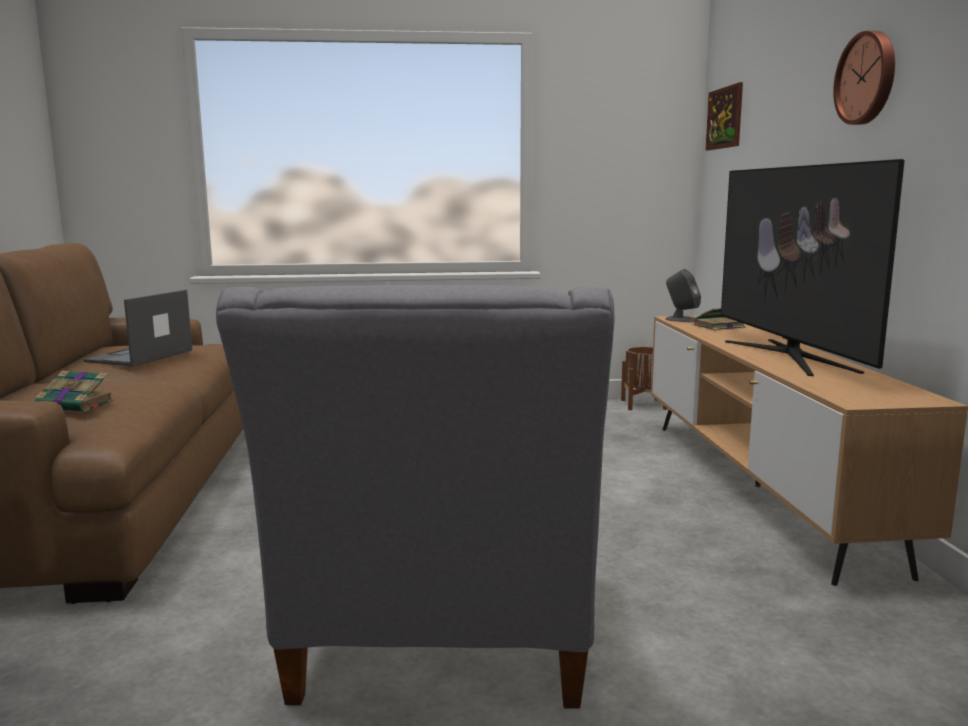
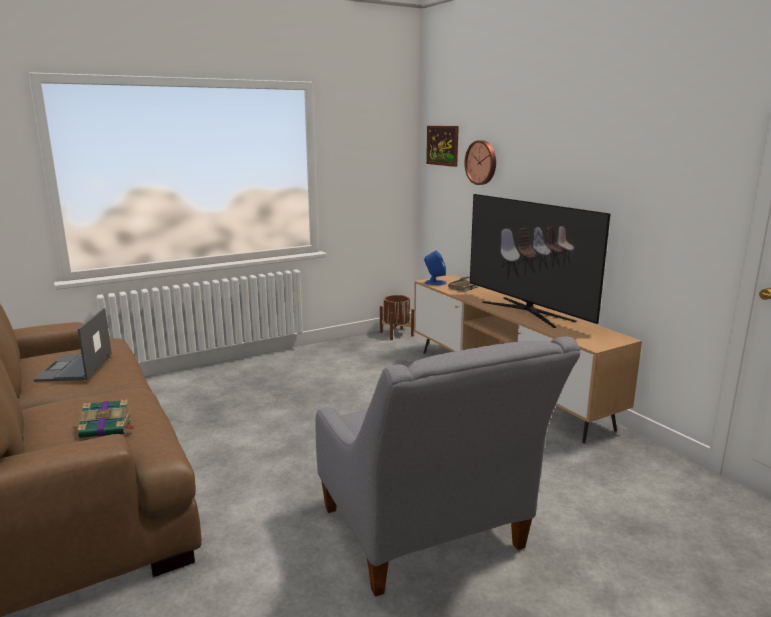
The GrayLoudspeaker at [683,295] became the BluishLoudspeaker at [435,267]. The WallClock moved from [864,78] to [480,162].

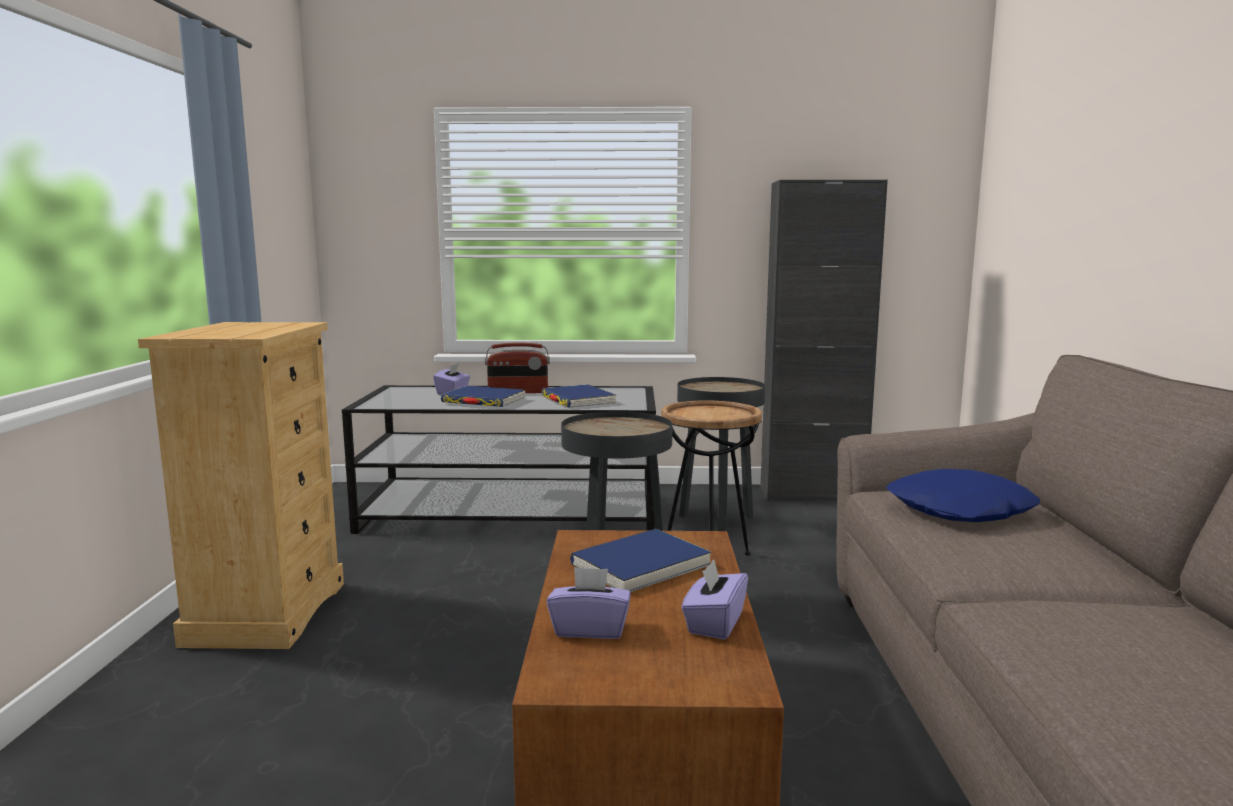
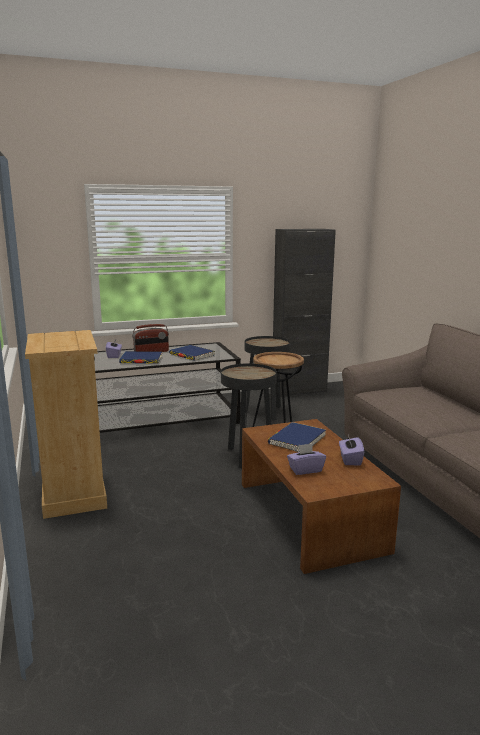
The BluishThrowPillow at [963,495] disappeared.

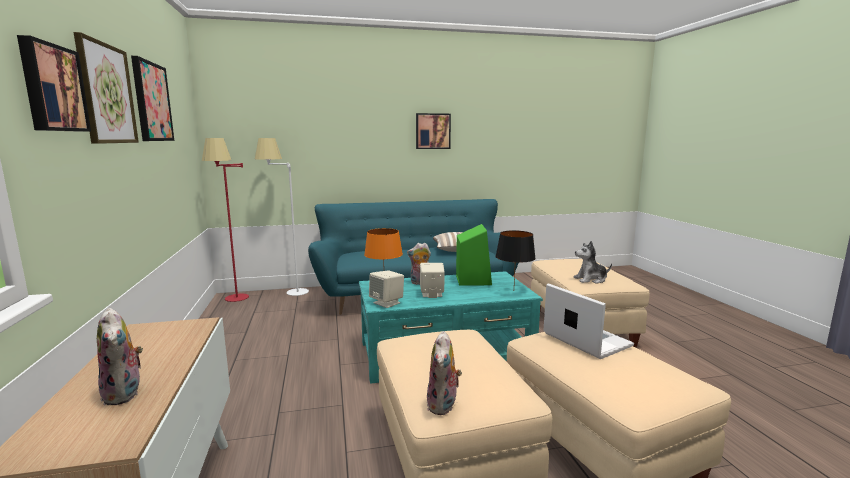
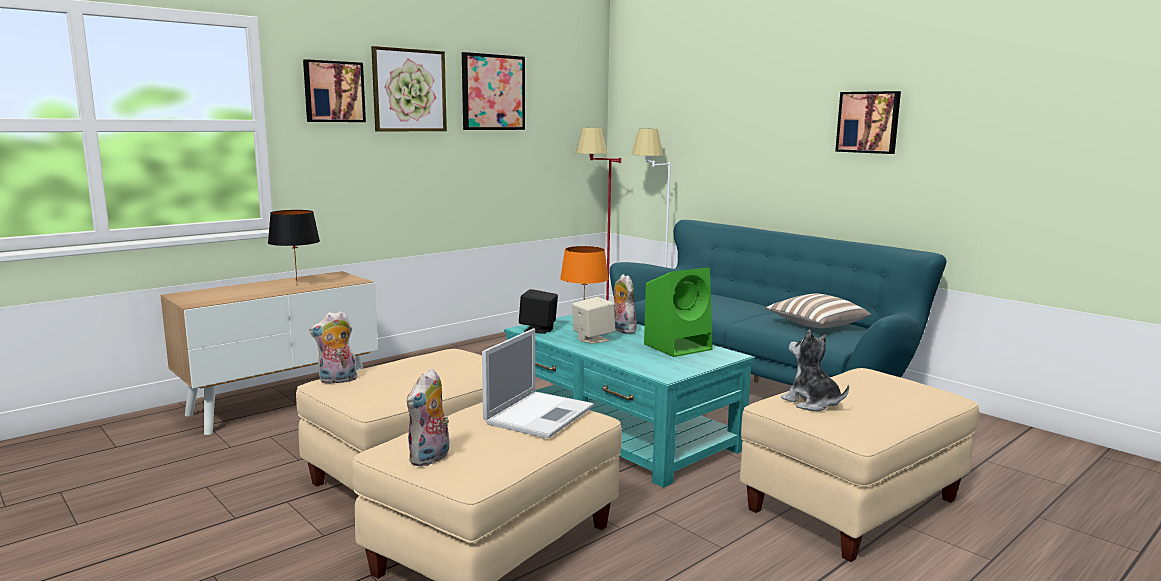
The BlackishTabletopLamp moved from [515,256] to [294,245]. The CuddlyToy moved from [120,356] to [428,417]. The SandColouredLoudspeaker at [386,289] became the BlackishLoudspeaker at [538,311].

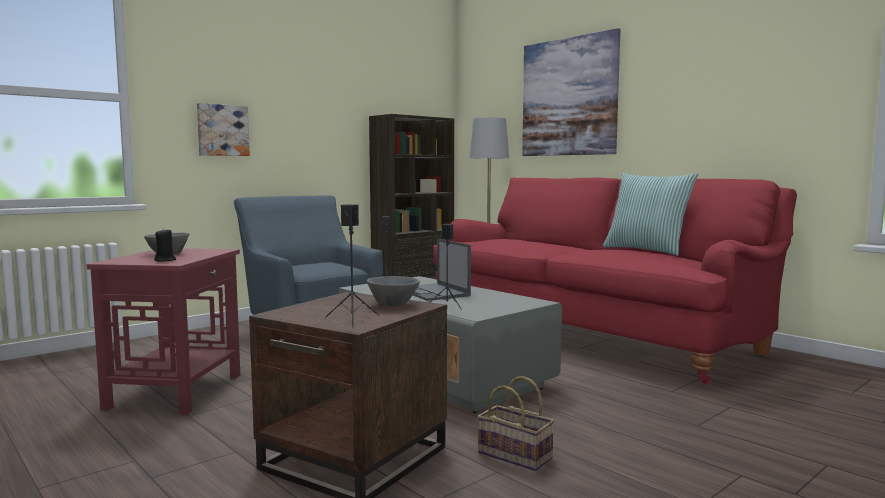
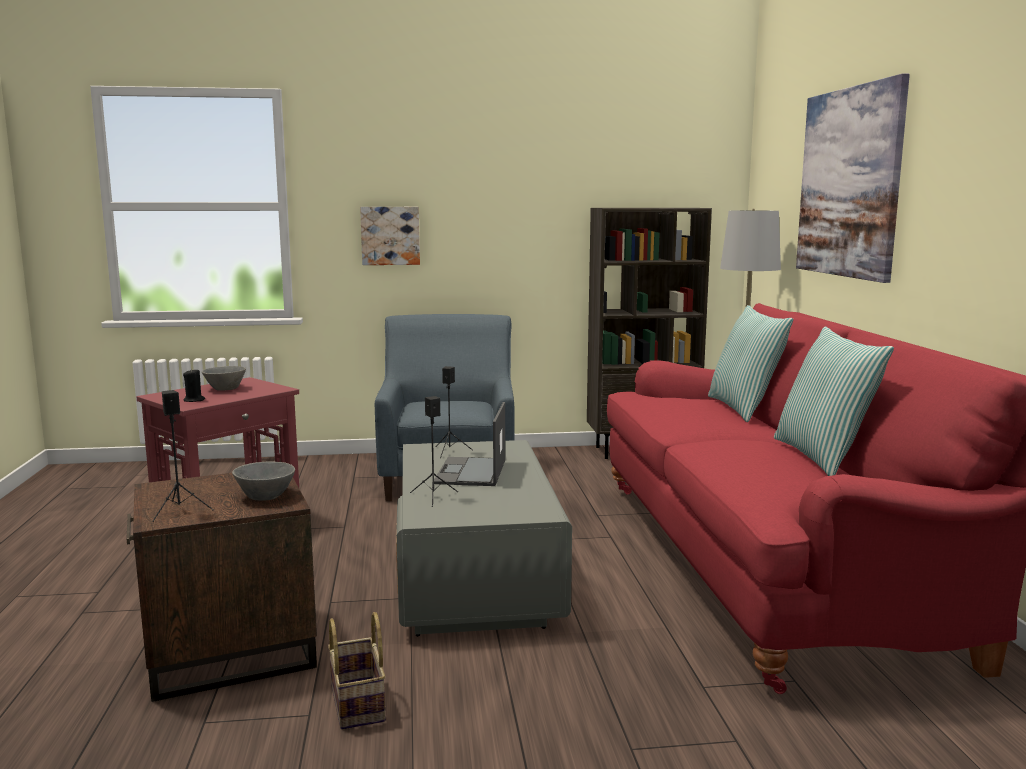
The ThrowPillow at [750,363] appeared.

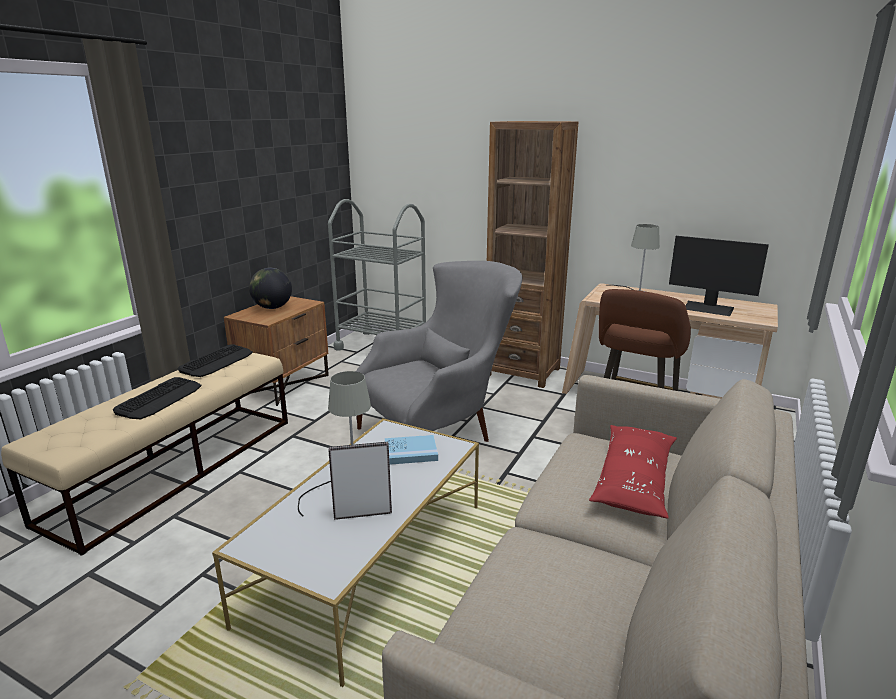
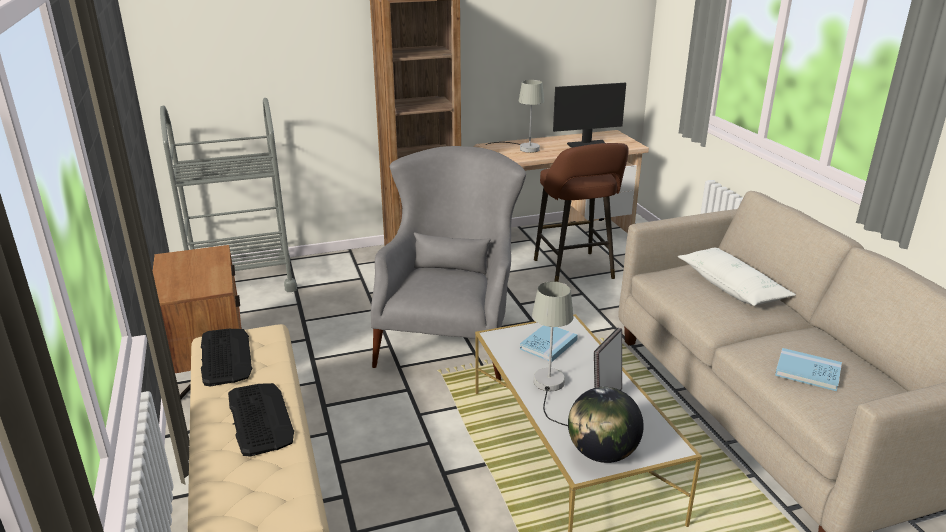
The WorldGlobe moved from [270,288] to [606,425]. The RedColouredThrowPillow at [633,472] became the WhiteColouredThrowPillow at [736,277]. The BluishBook at [808,369] appeared.

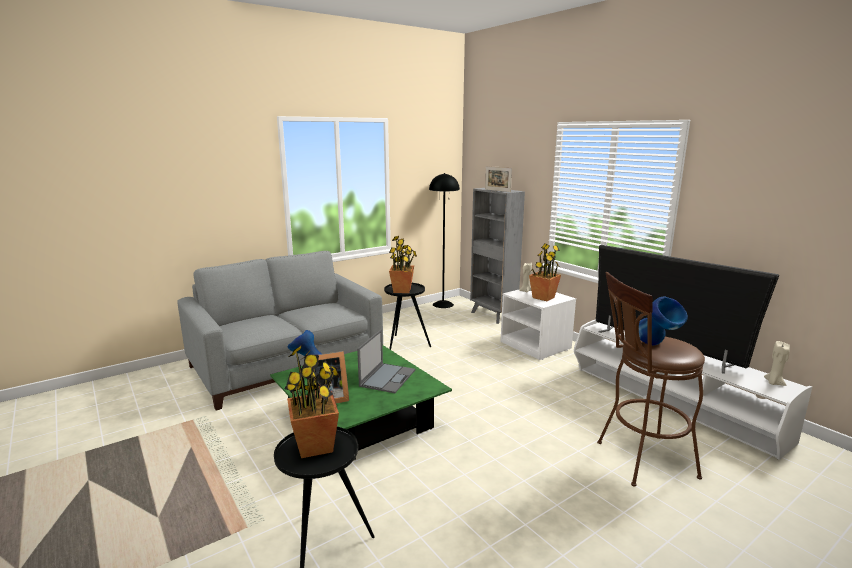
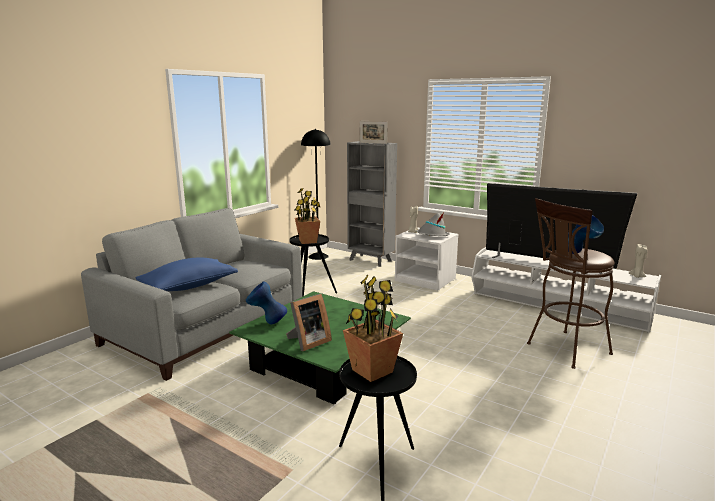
The BluishThrowPillow at [187,274] appeared. The PottedPlant at [545,272] was replaced by the GrayClothingHat at [433,224]. The PortableComputer at [386,361] disappeared.

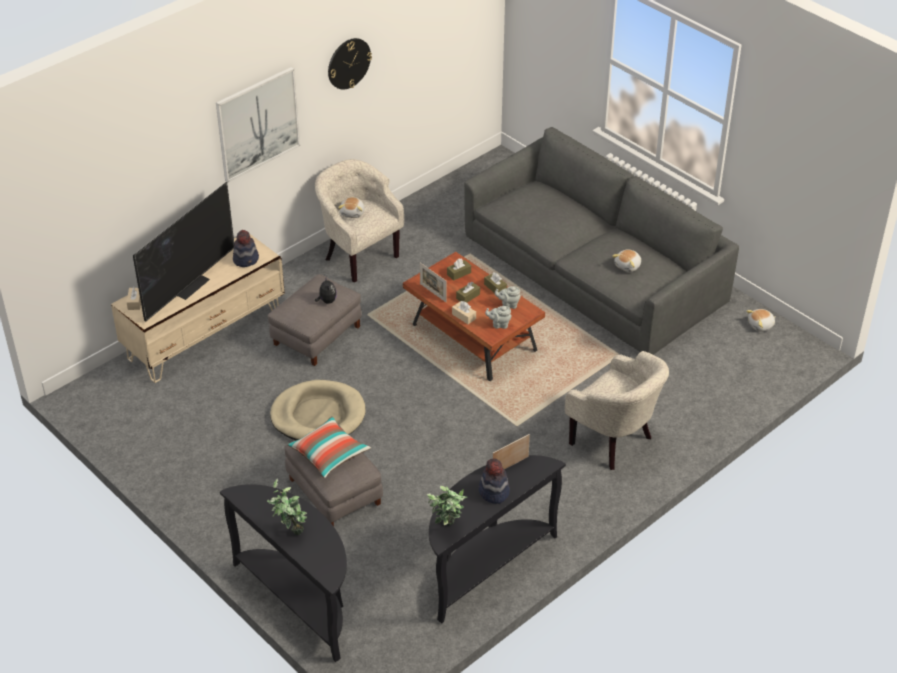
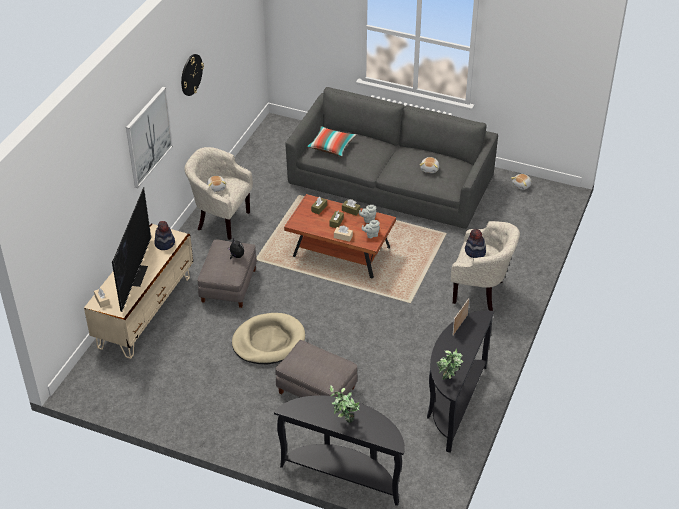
The ThrowPillow moved from [329,447] to [331,141]. The ClothingHat moved from [494,481] to [475,243]. The StandingFrame at [433,282] disappeared.

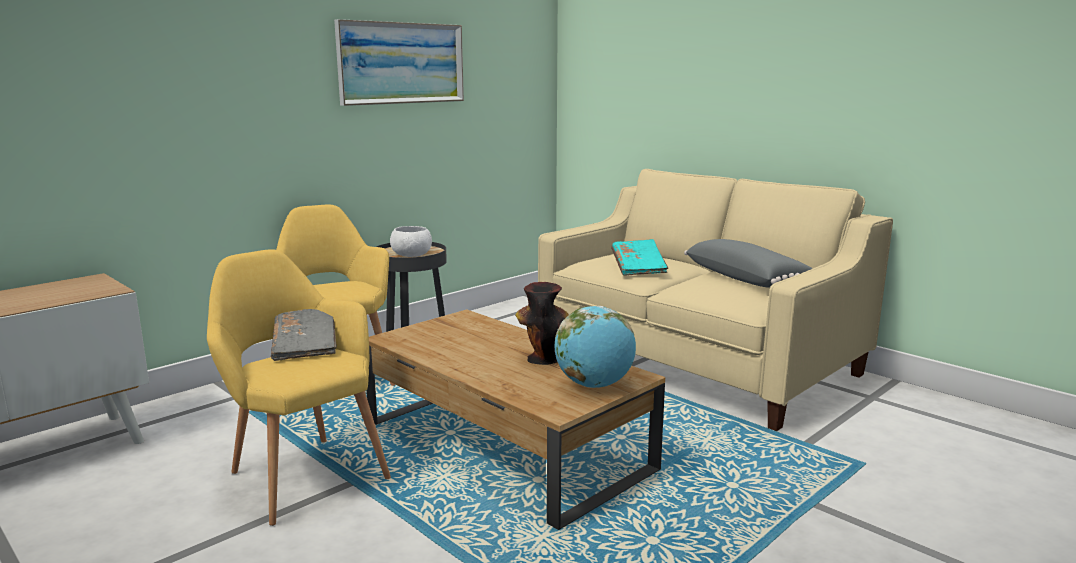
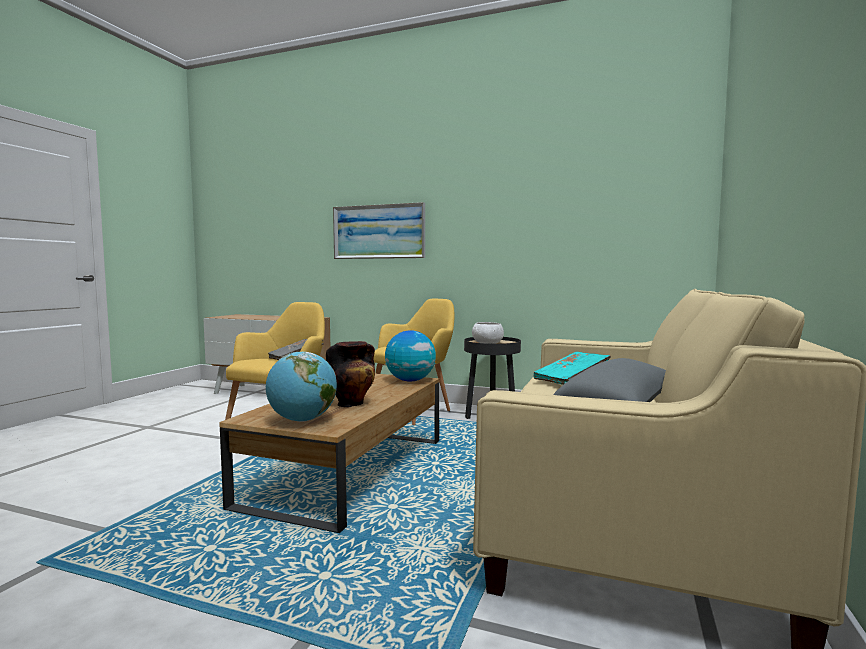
The Picture moved from [399,62] to [379,230]. The WorldGlobe at [410,356] appeared.

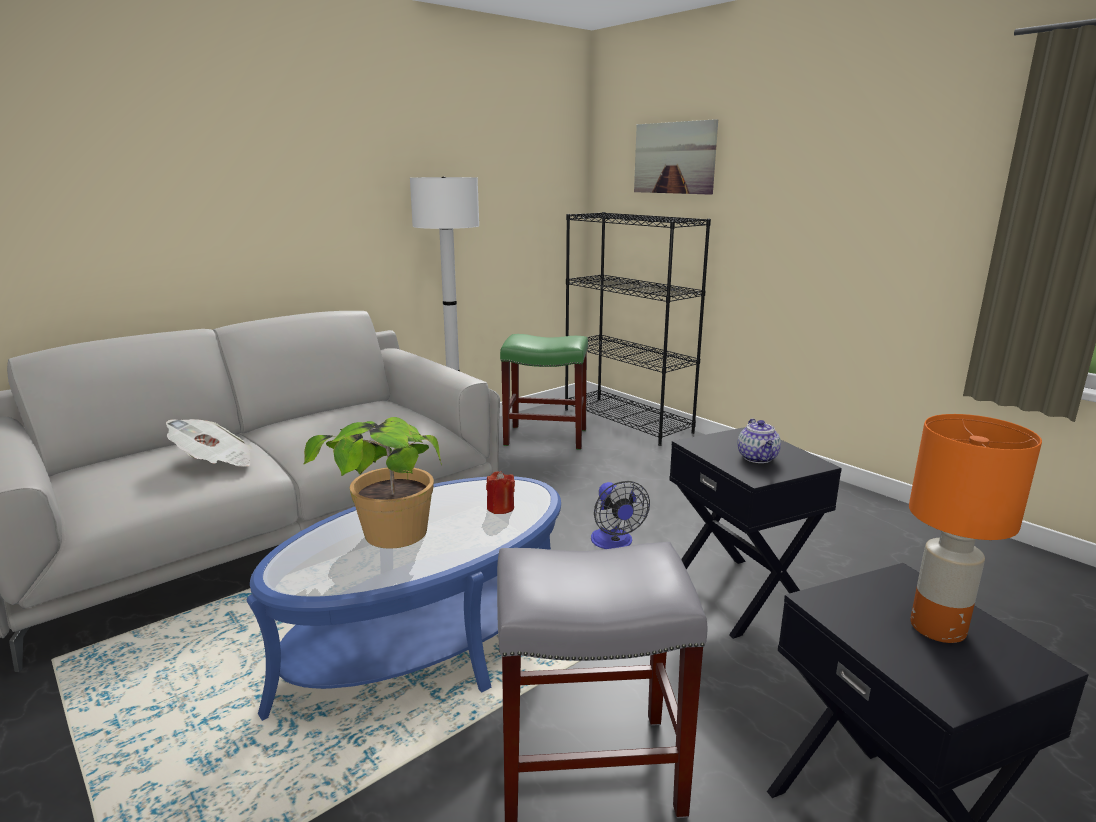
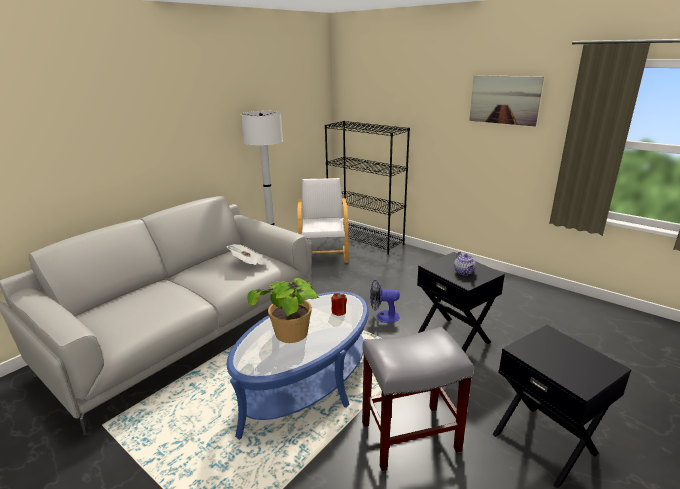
The PrintedPaper moved from [209,443] to [247,254]. The GreenishSittingStool at [544,392] was replaced by the WhiteColouredArmchair at [323,220]. The CoolingFan at [620,515] turned 120 degrees clockwise. The Picture moved from [676,157] to [506,100]. The OrangeyTabletopLamp at [975,528] disappeared.

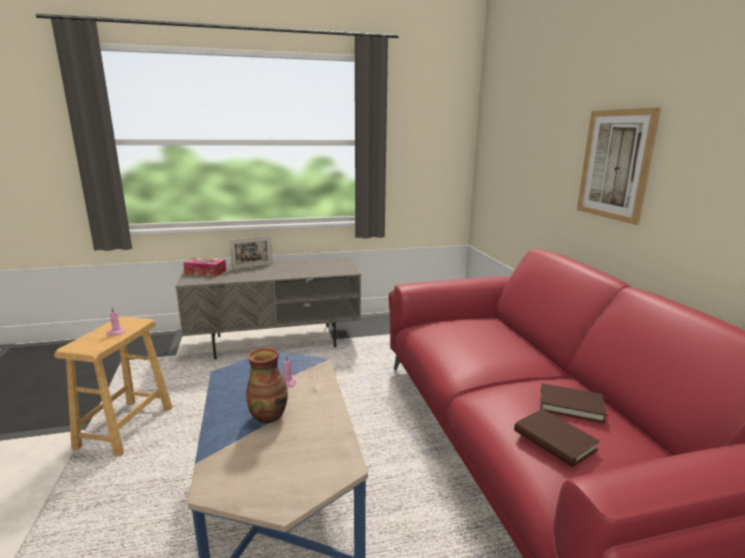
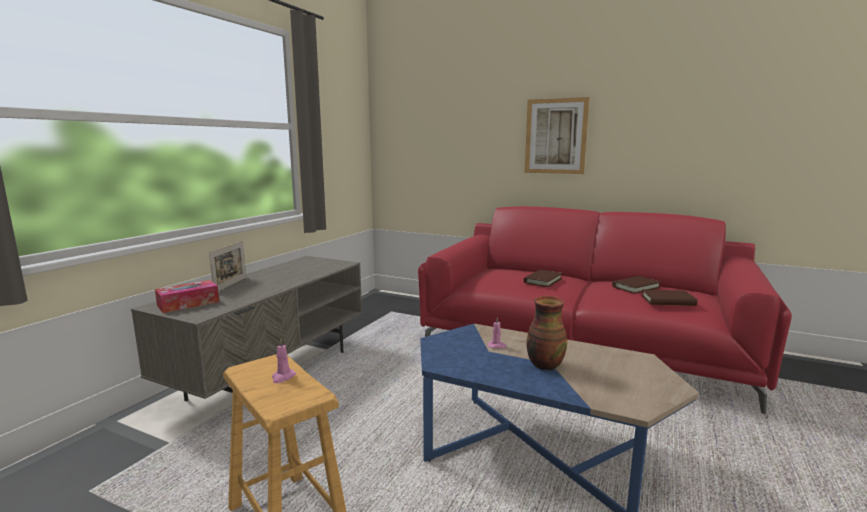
The BrownishBook at [543,278] appeared.

